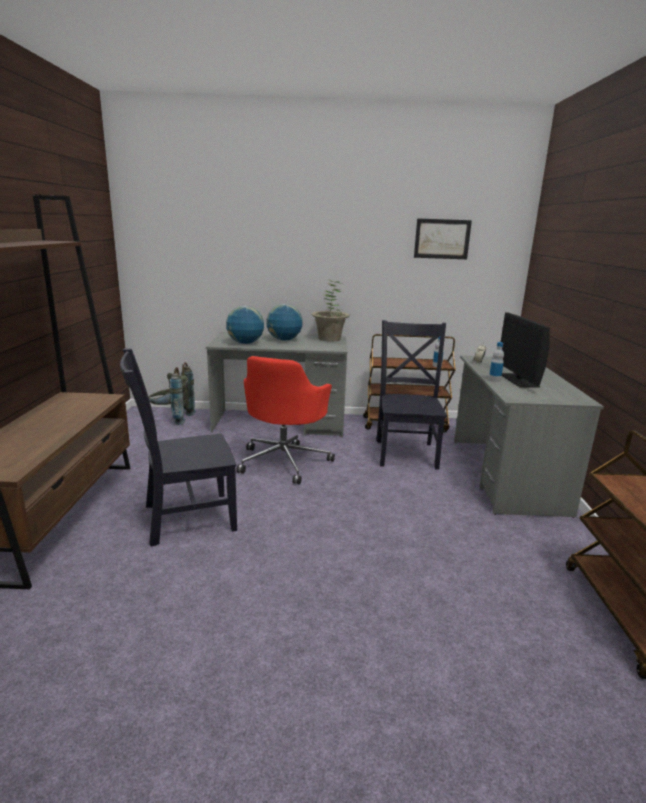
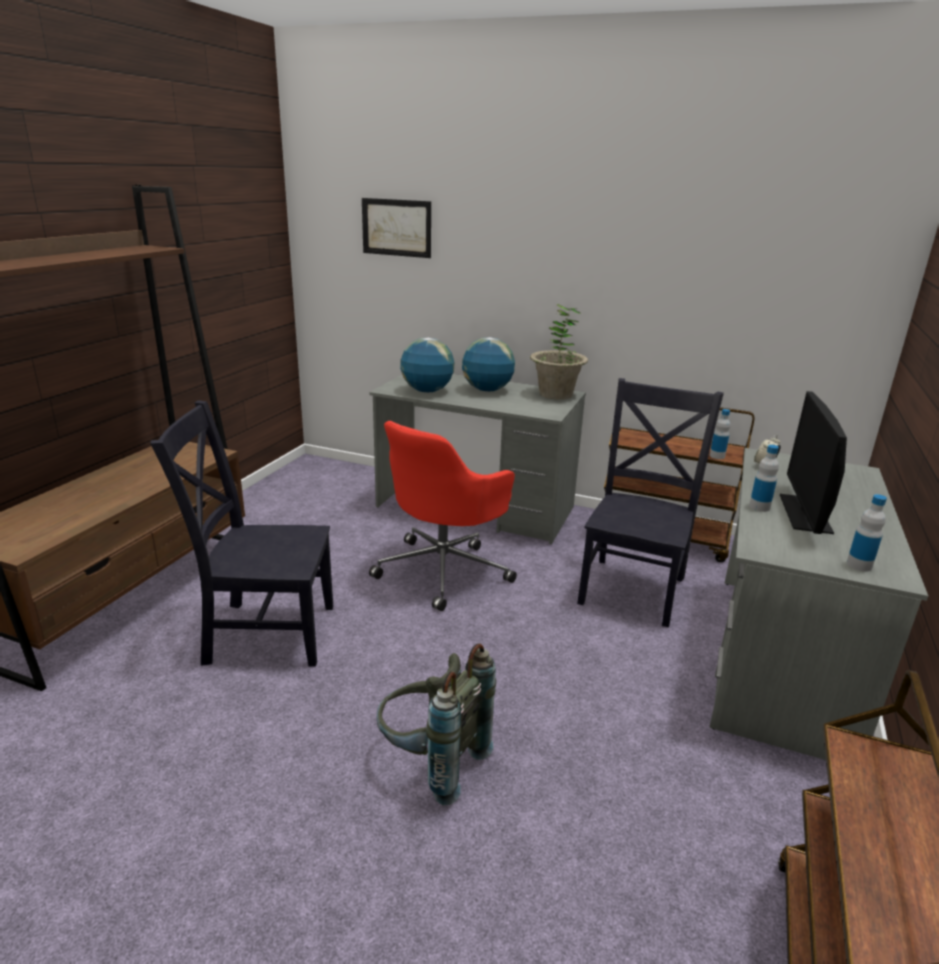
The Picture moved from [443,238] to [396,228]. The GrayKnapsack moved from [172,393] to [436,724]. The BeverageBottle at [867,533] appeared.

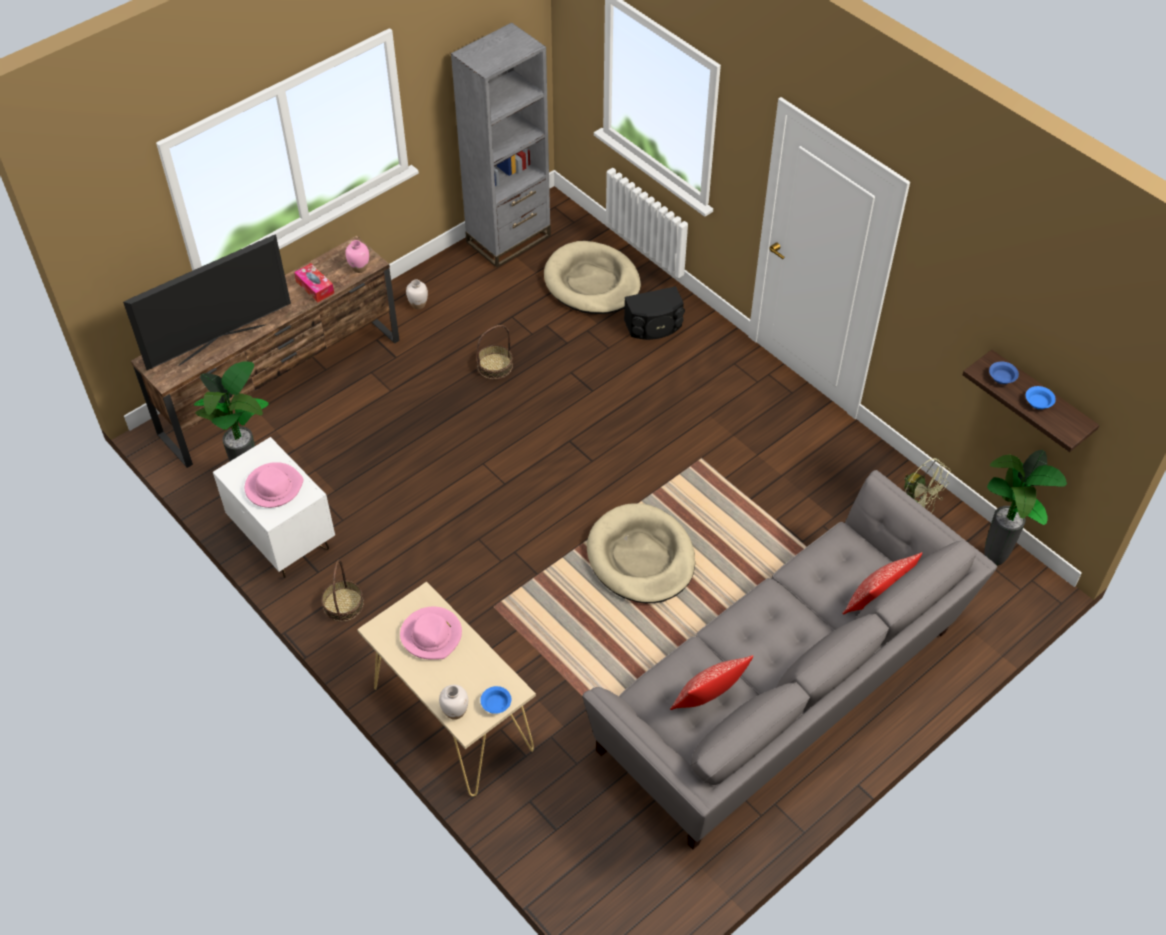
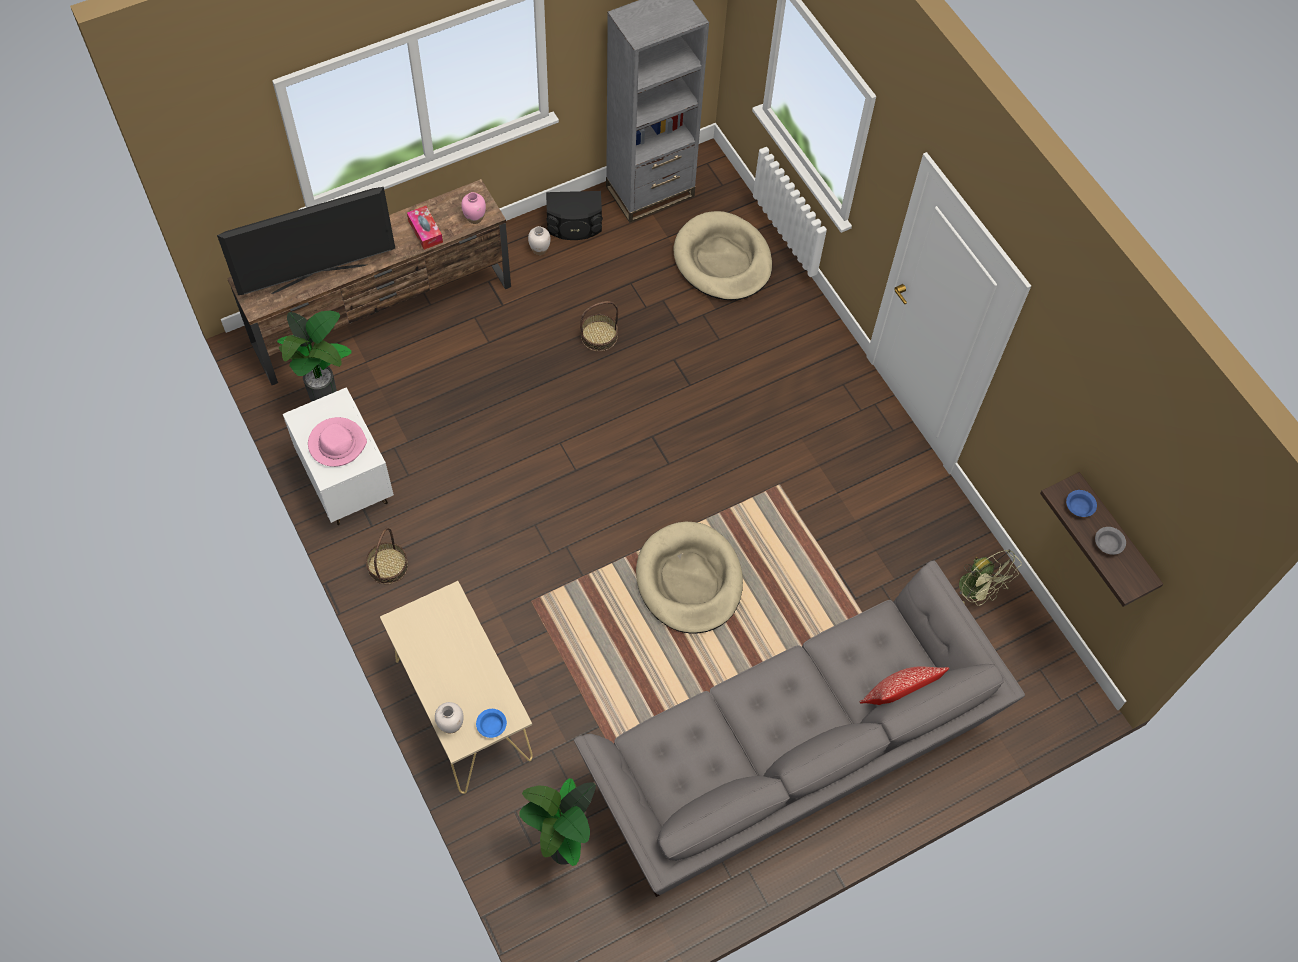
The PottedPlant moved from [1025,508] to [558,822]. The BlackishLoudspeaker moved from [654,313] to [574,215]. The BluishBowl at [1041,397] became the GrayBowl at [1110,541]. The PinkColouredClothingHat at [431,633] disappeared. The ThrowPillow at [711,682] disappeared.

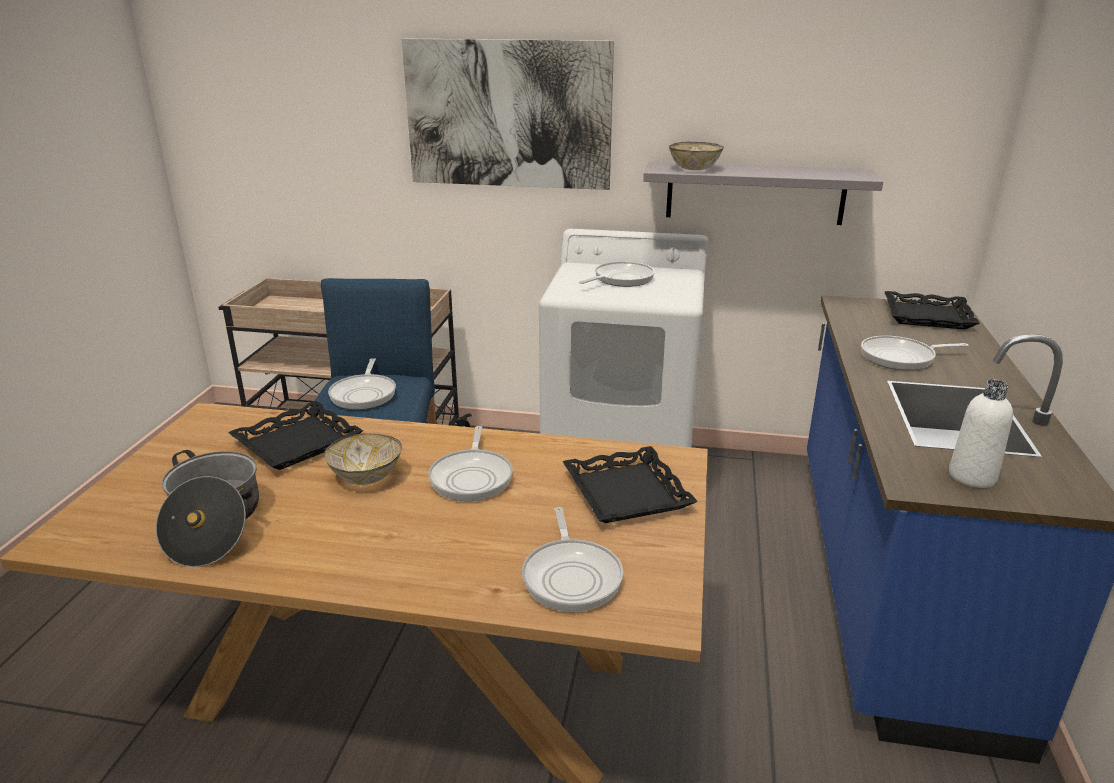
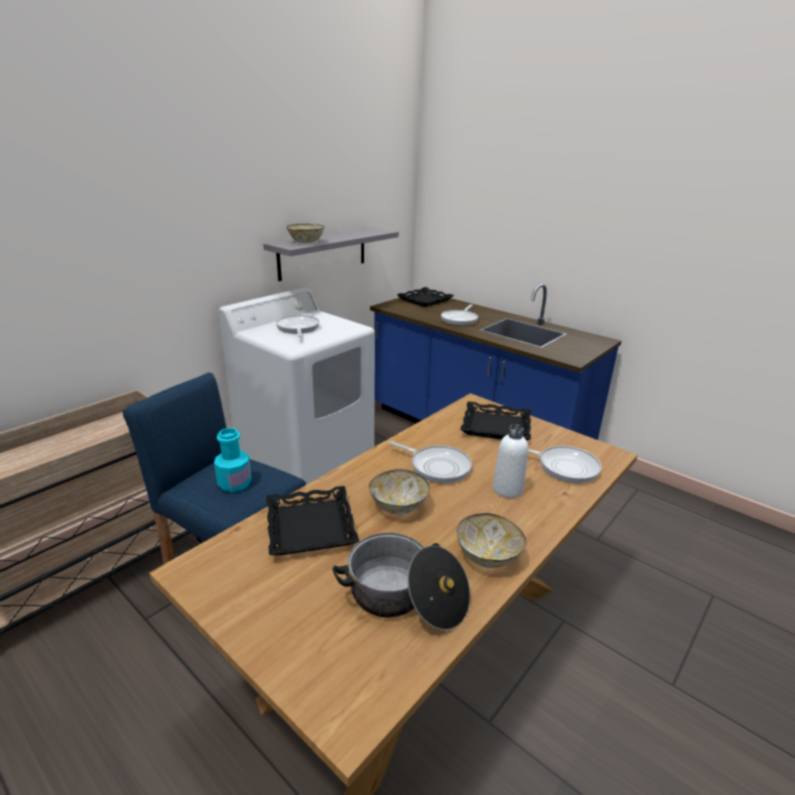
The Pan at [362,384] was replaced by the TurquoiseBeverageBottle at [232,460]. The Bowl at [491,540] appeared. The WhiteColouredBeverageBottle moved from [981,434] to [510,461]. The Picture at [508,114] disappeared.

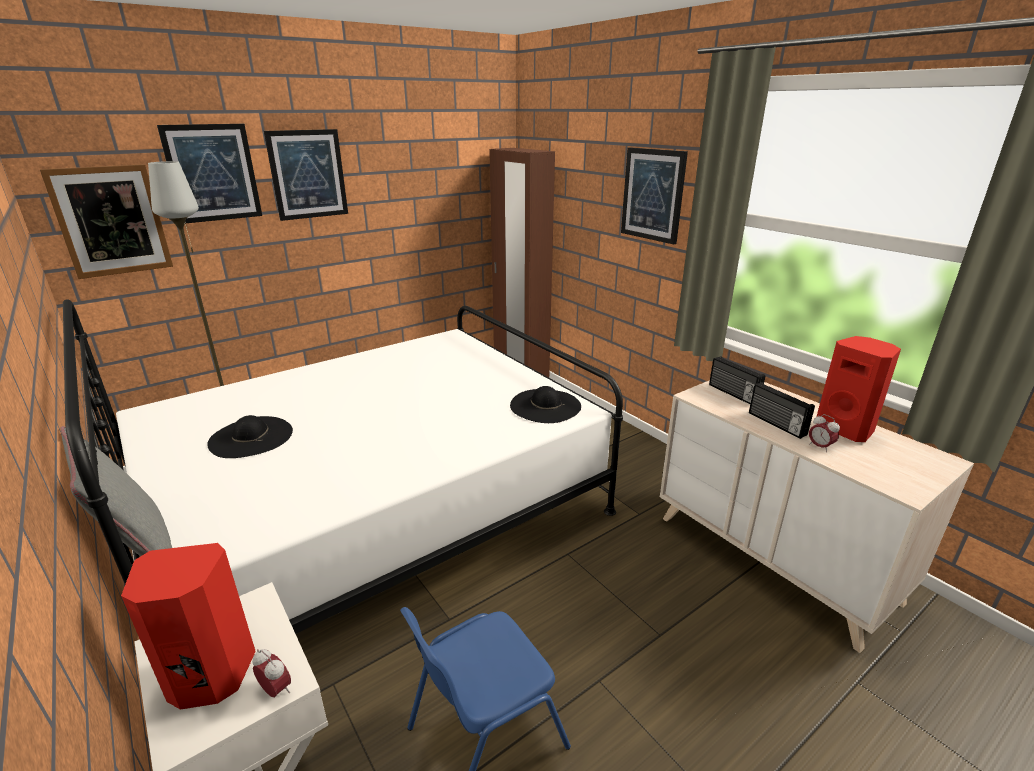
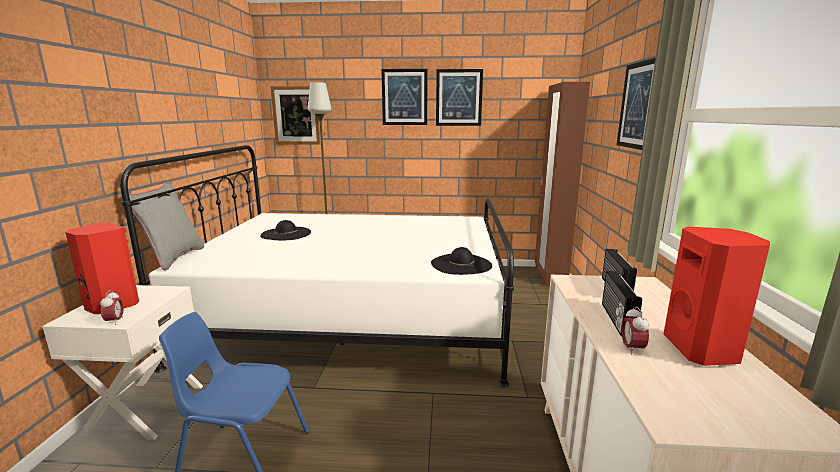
The Picture moved from [209,173] to [459,97].

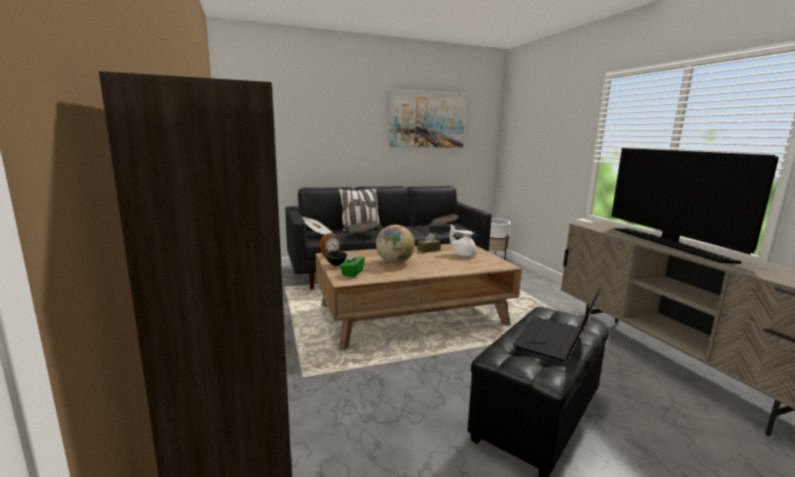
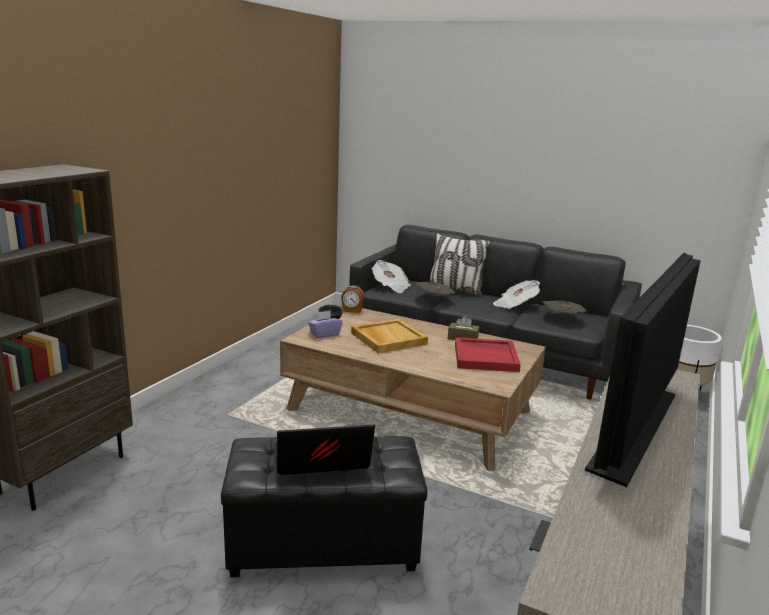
The GreenishTissueBox at [352,264] became the PurpleTissueBox at [325,324]. The WorldGlobe at [395,244] was replaced by the SandColouredCarryingTray at [389,336]. The WhiteColouredTeaPot at [463,241] was replaced by the RedColouredCarryingTray at [488,354]. The PrintedPaper at [516,294] appeared. The Picture at [428,118] disappeared.

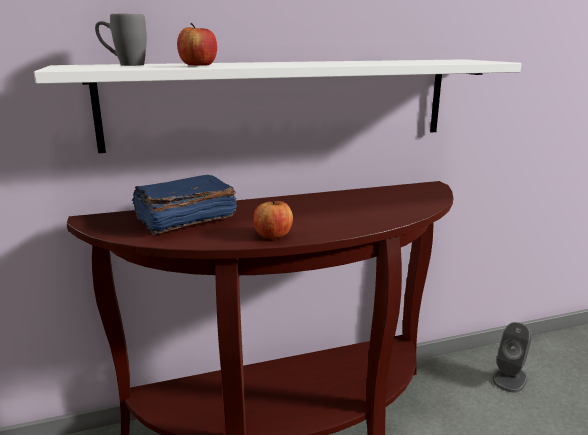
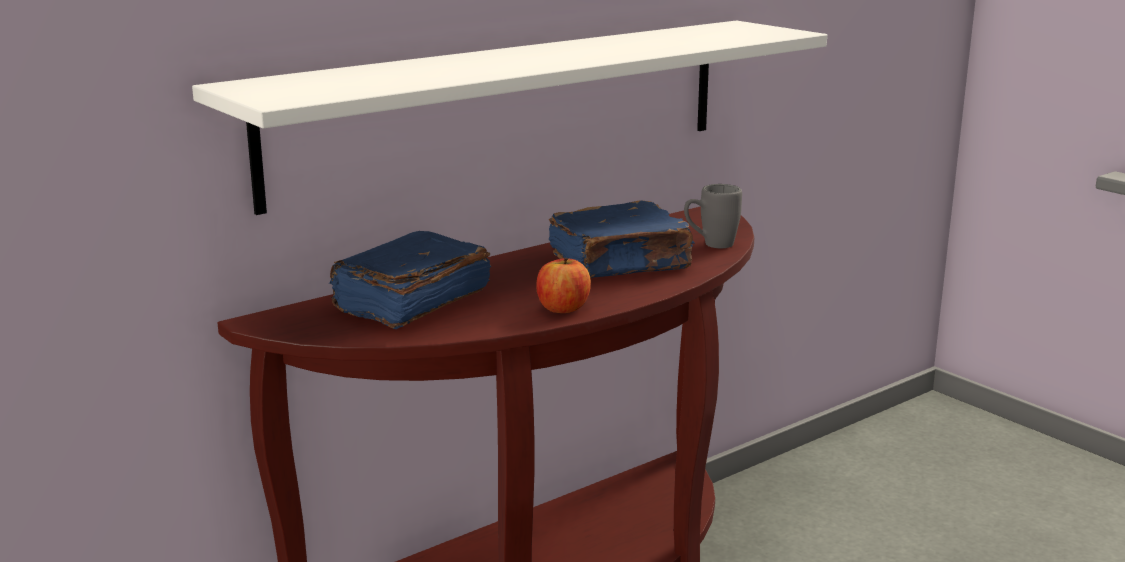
The BluishBook at [622,239] appeared. The GrayMug moved from [121,40] to [713,216]. The AppleFruit at [197,44] disappeared. The GrayLoudspeaker at [512,357] disappeared.

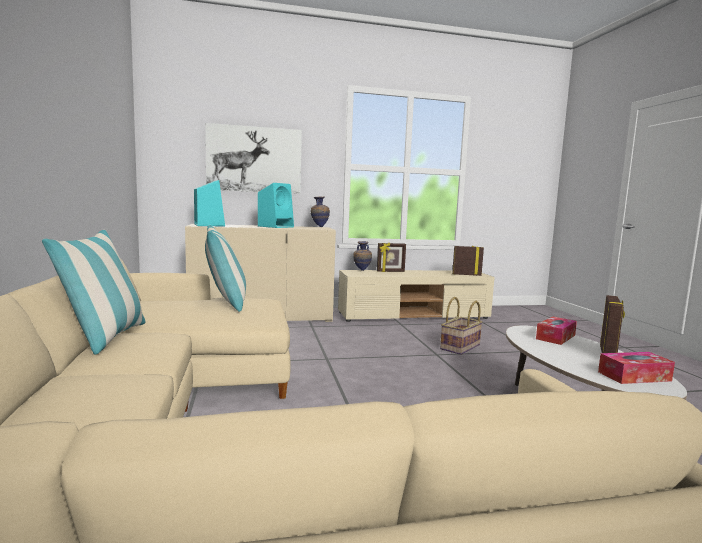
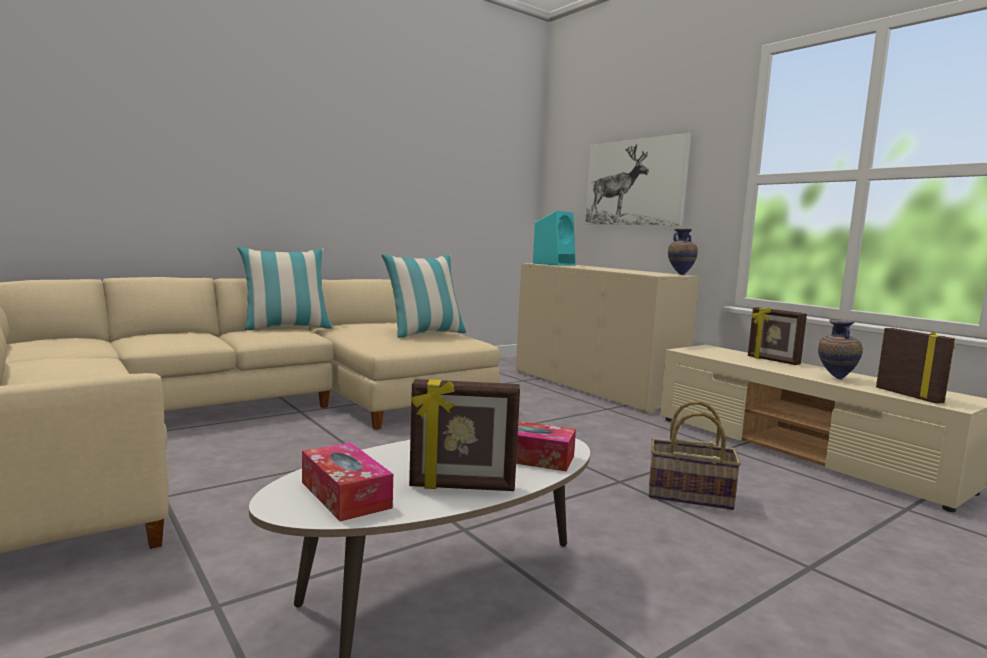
The FlowerVase moved from [362,256] to [840,349]. The TurquoiseLoudspeaker at [276,205] disappeared.

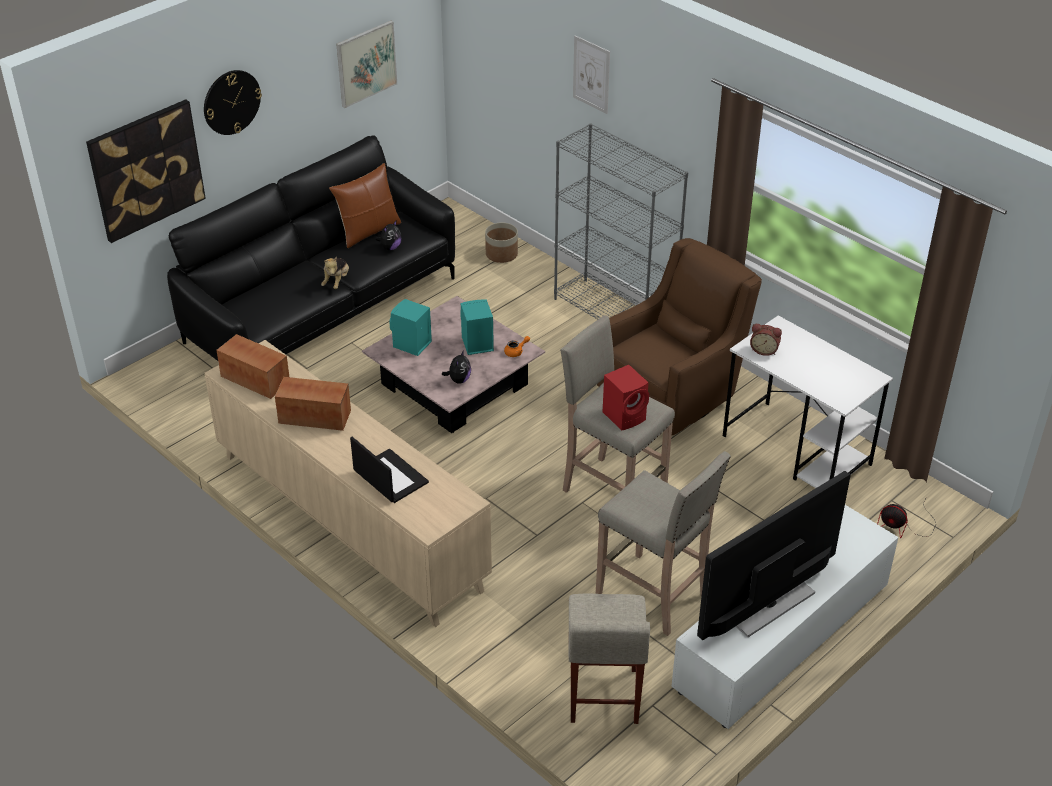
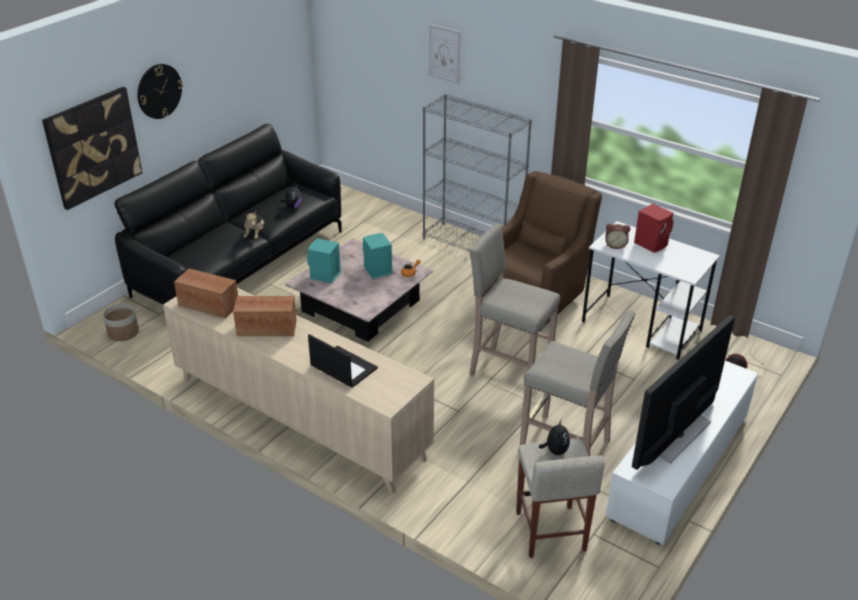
The Planter moved from [501,242] to [121,322]. The CuddlyToy moved from [456,366] to [554,437]. The RedColouredLoudspeaker moved from [626,398] to [653,228]. The BrownishThrowPillow at [365,205] disappeared. The Picture at [366,64] disappeared.

